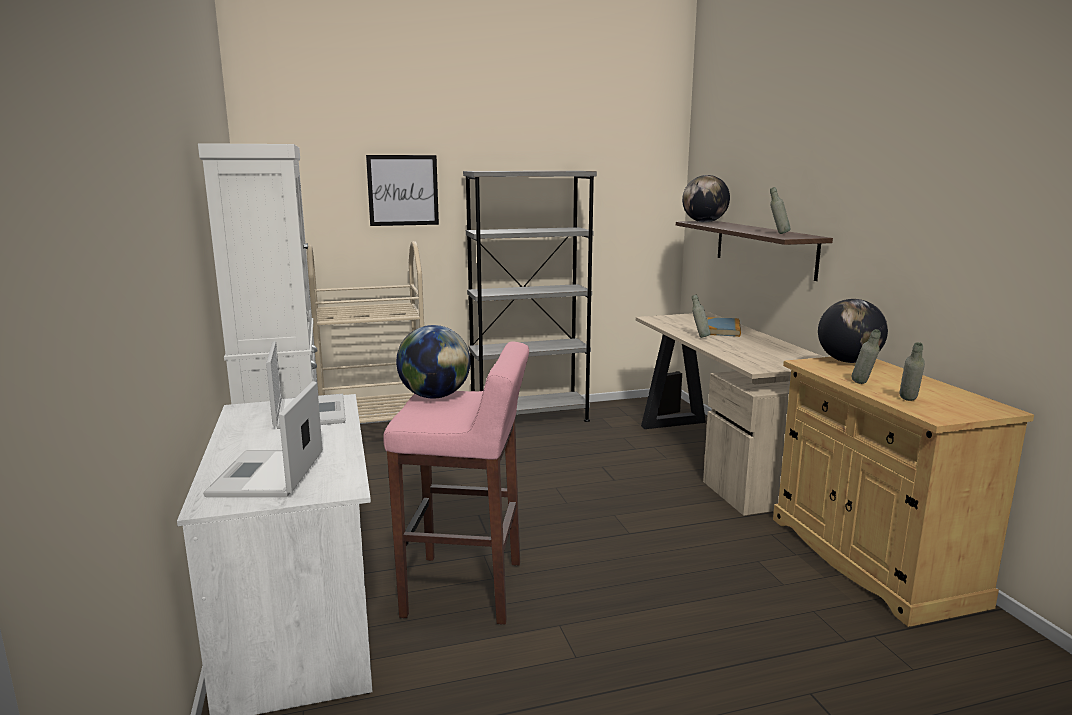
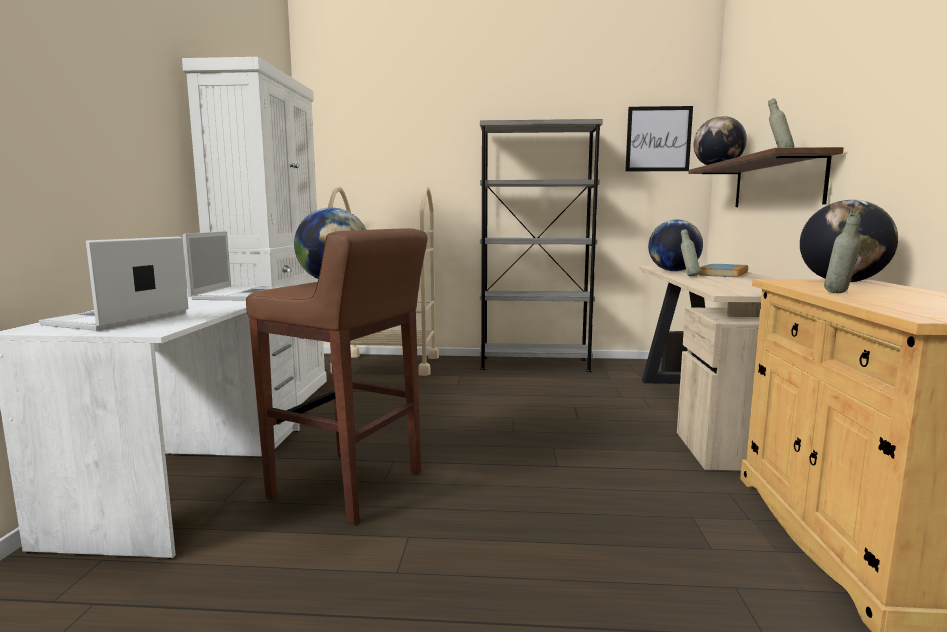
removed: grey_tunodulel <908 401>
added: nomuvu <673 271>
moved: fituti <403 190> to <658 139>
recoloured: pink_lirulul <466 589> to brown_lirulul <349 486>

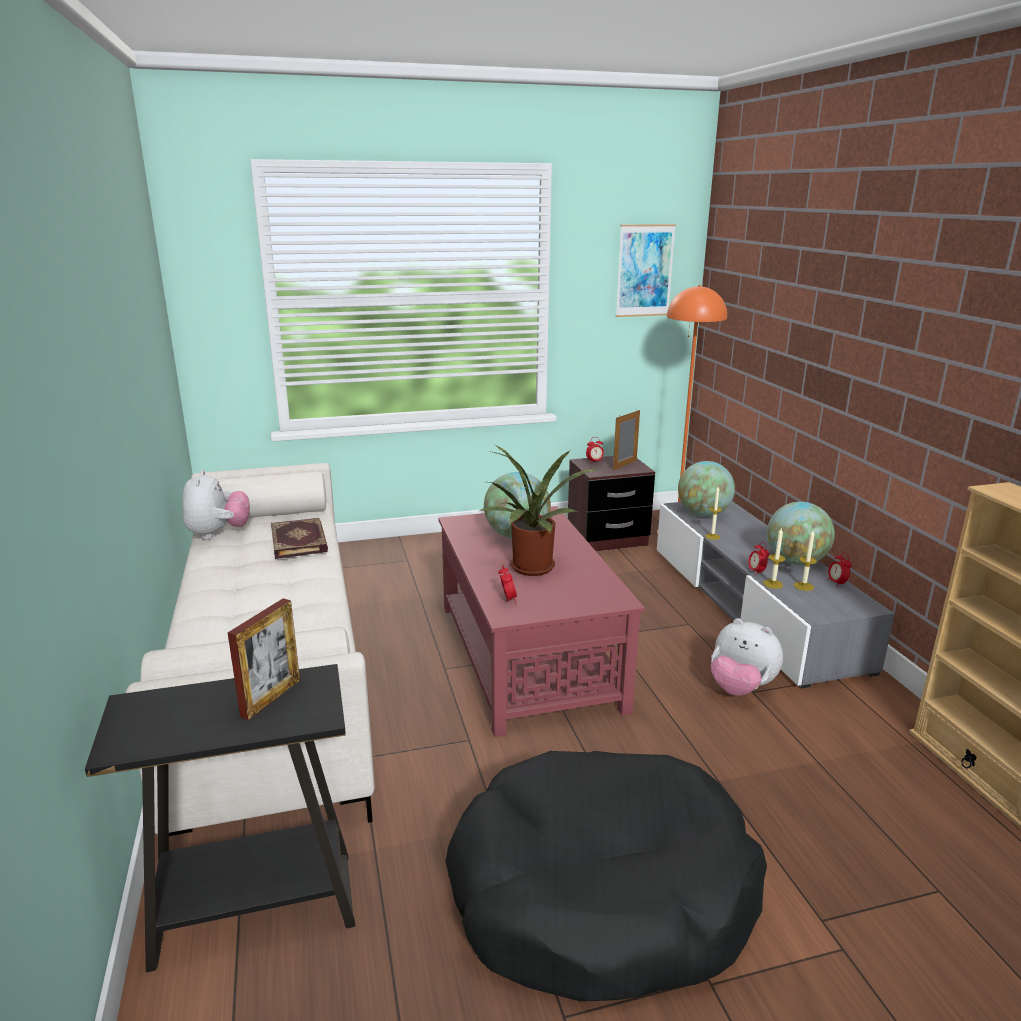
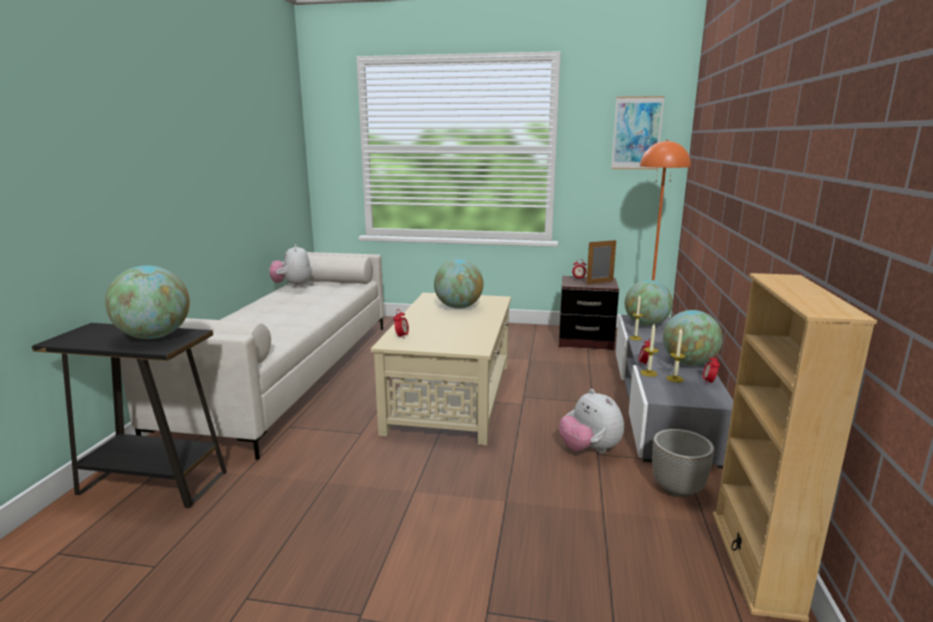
removed: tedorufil <300 541>; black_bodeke <600 894>; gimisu <531 570>
added: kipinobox <678 489>
replaced: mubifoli <271 698> to nomuvu <154 336>
recoloured: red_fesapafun <528 654> to beige_fesapafun <452 396>
turned: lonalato <218 534> = <293 286> 150 degrees clockwise

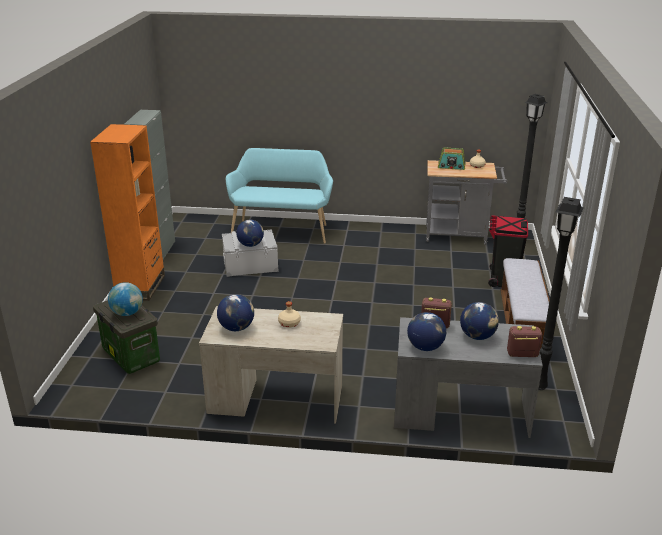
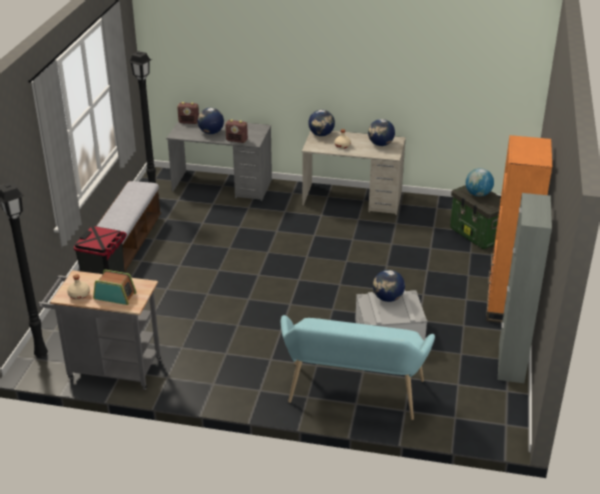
moved: nomuvu <425 347> to <321 134>

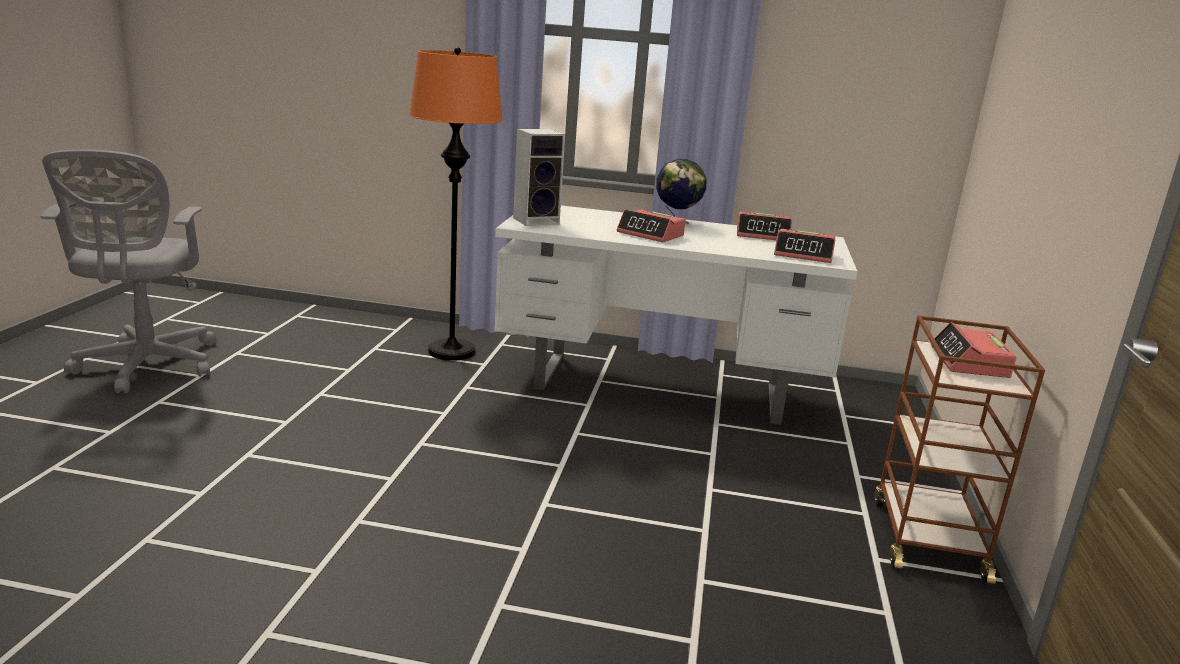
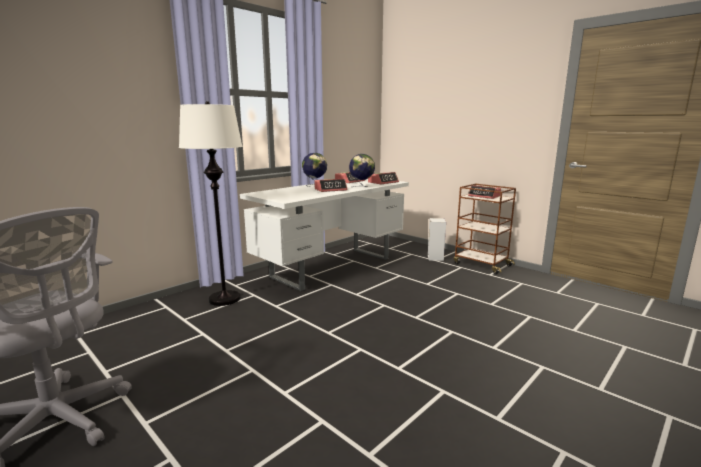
added: nomuvu <361 187>
moved: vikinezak <537 221> to <435 257>
recoloured: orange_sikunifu <451 351> to white_sikunifu <224 299>

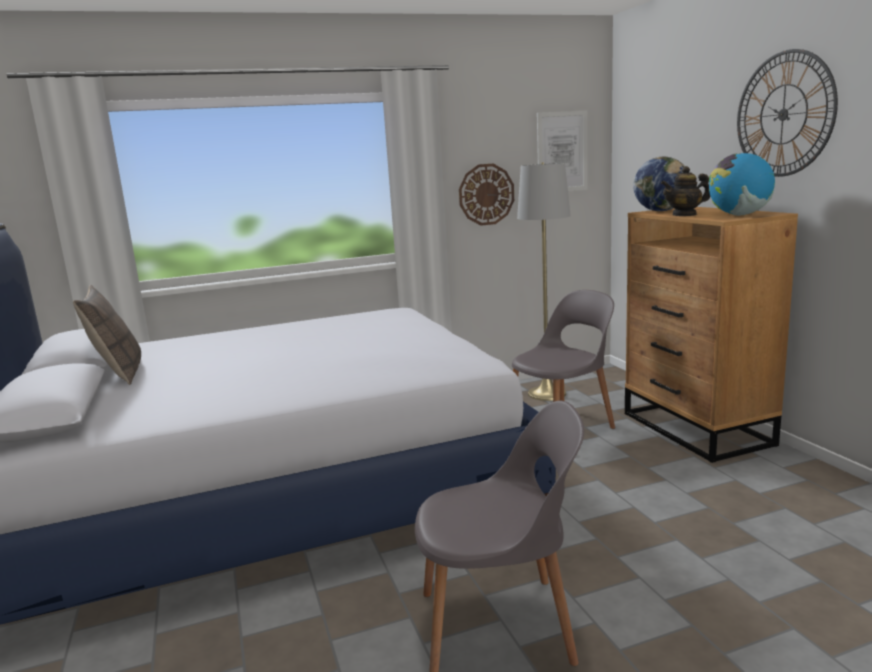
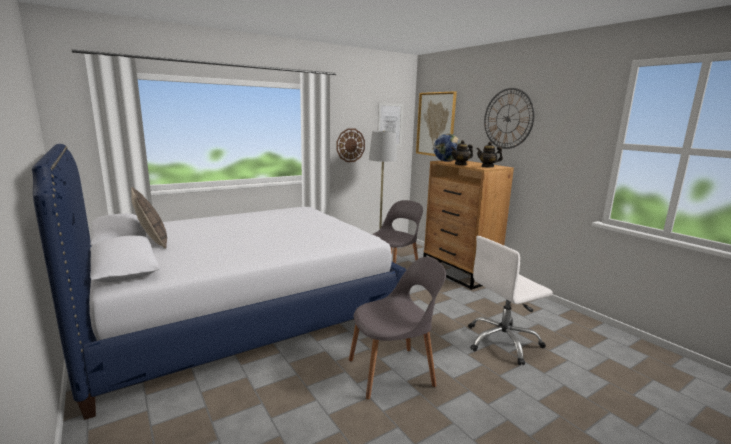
added: fituti <436 124>; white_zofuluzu <503 342>
replaced: nomuvu <739 215> to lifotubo <487 166>

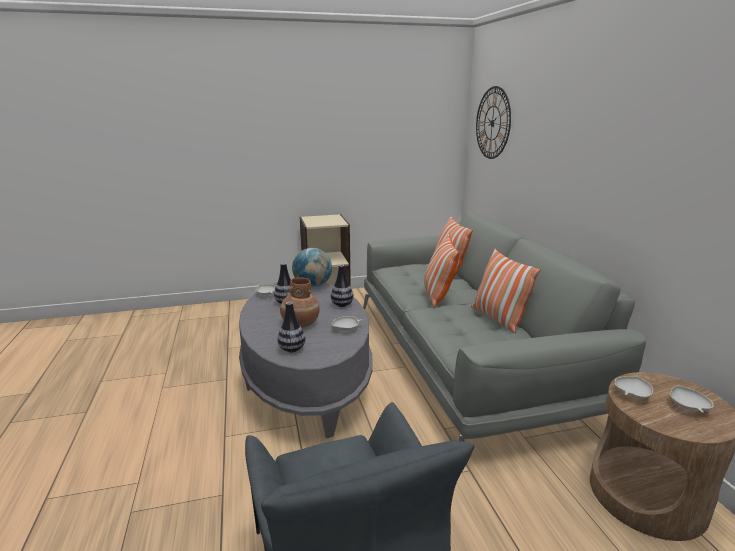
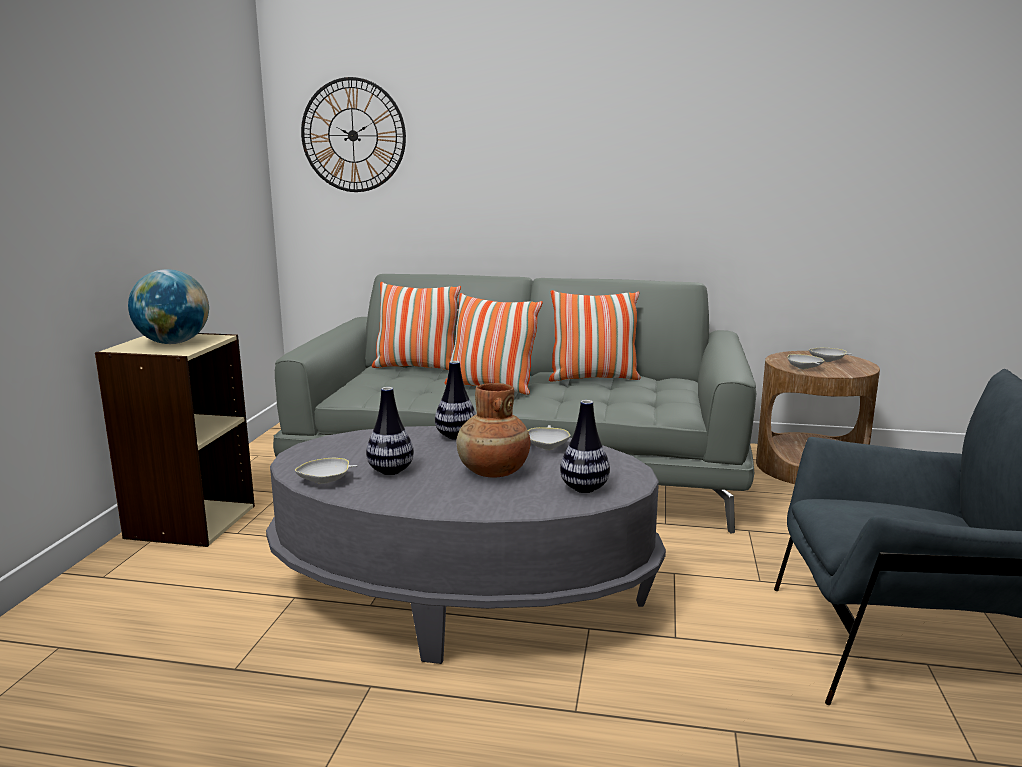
moved: nomuvu <313 286> to <173 343>

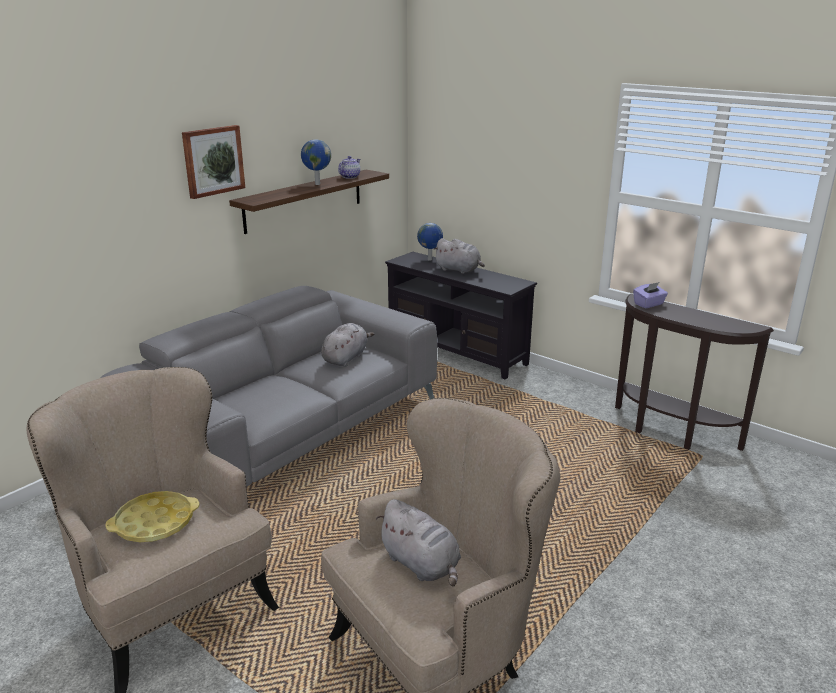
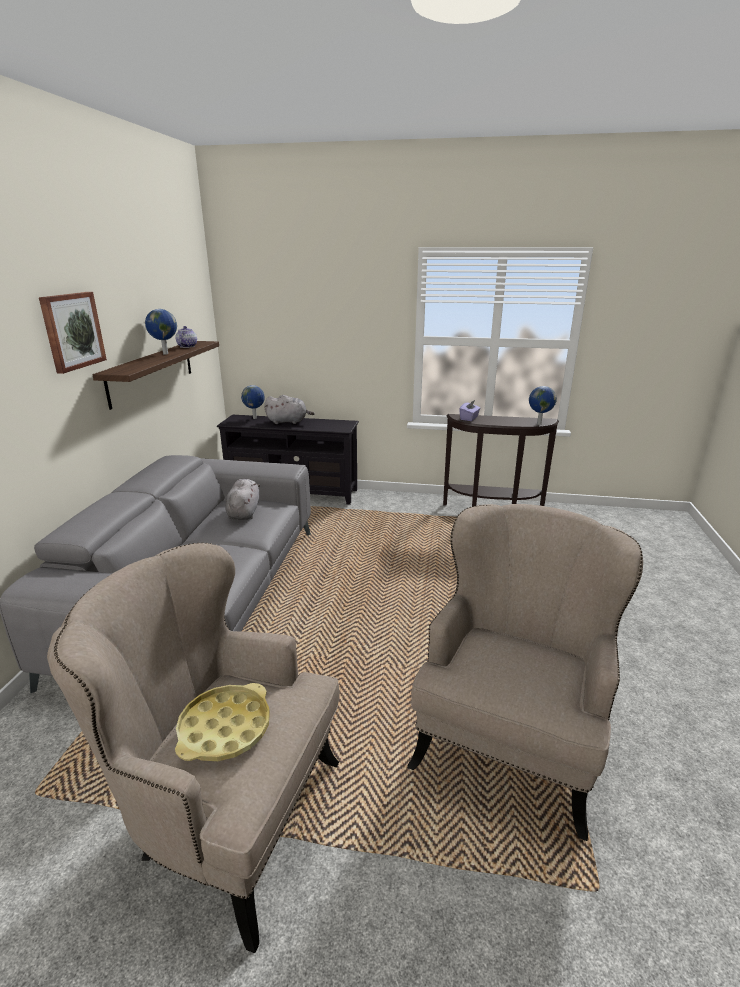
removed: grey_lonalato <422 565>
added: nomuvu <538 424>

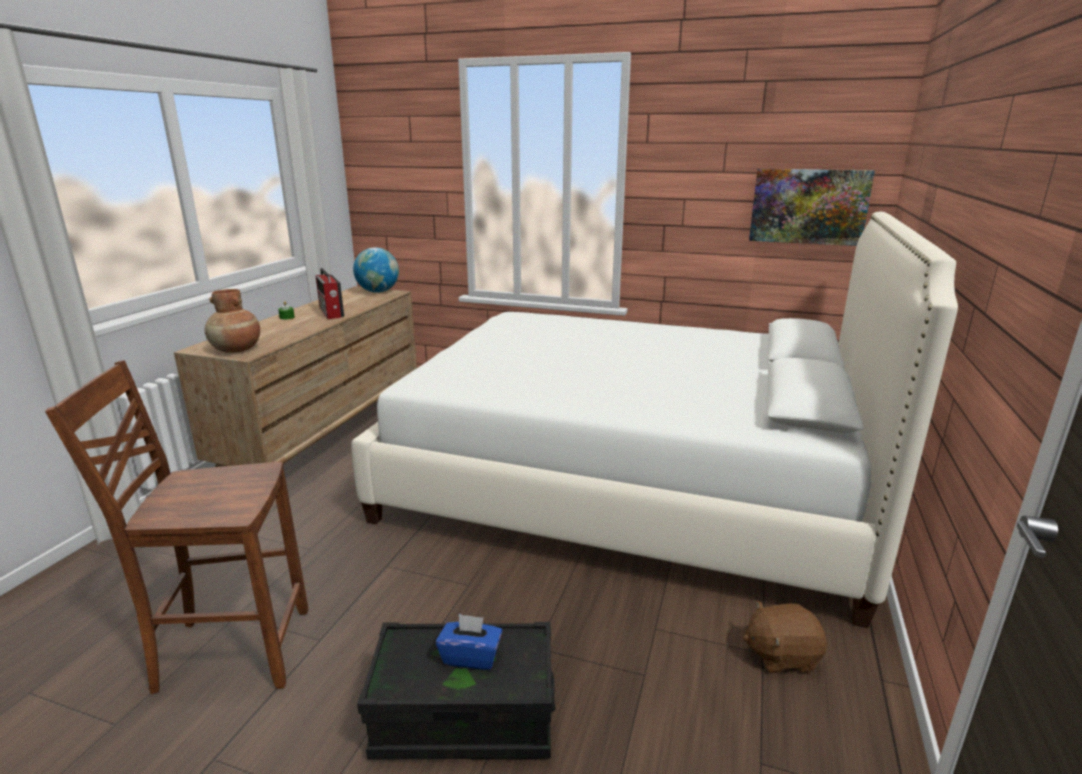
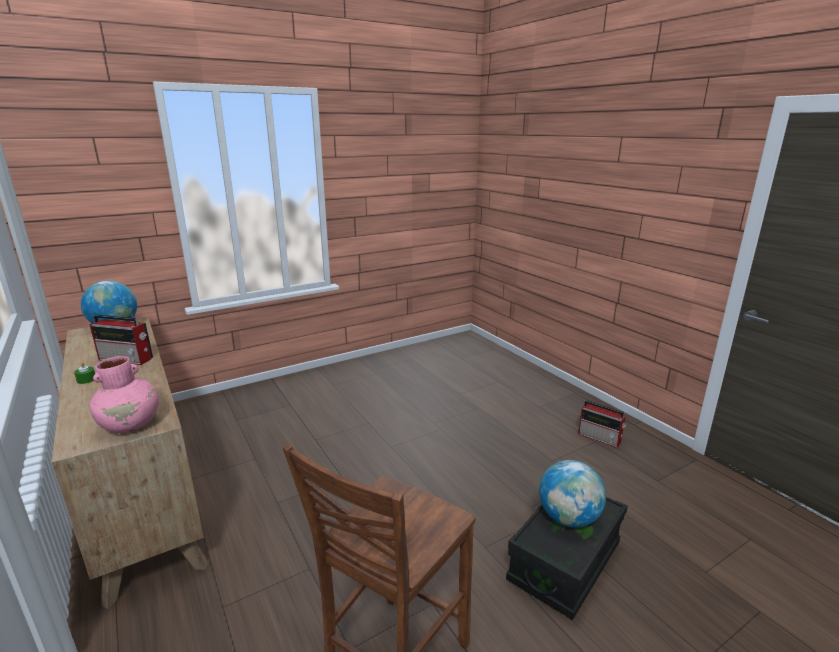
removed: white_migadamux <627 483>; fituti <808 206>
replaced: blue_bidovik <471 656> to nomuvu <568 518>; brown_lonalato <781 655> to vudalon <600 438>
recoloured: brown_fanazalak <236 349> to pink_fanazalak <131 425>

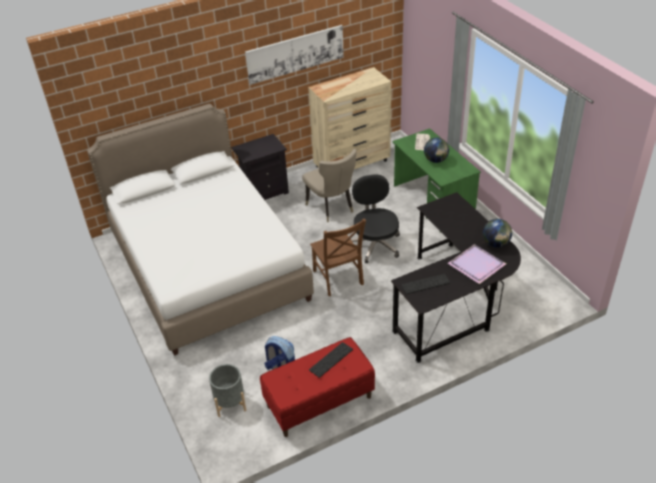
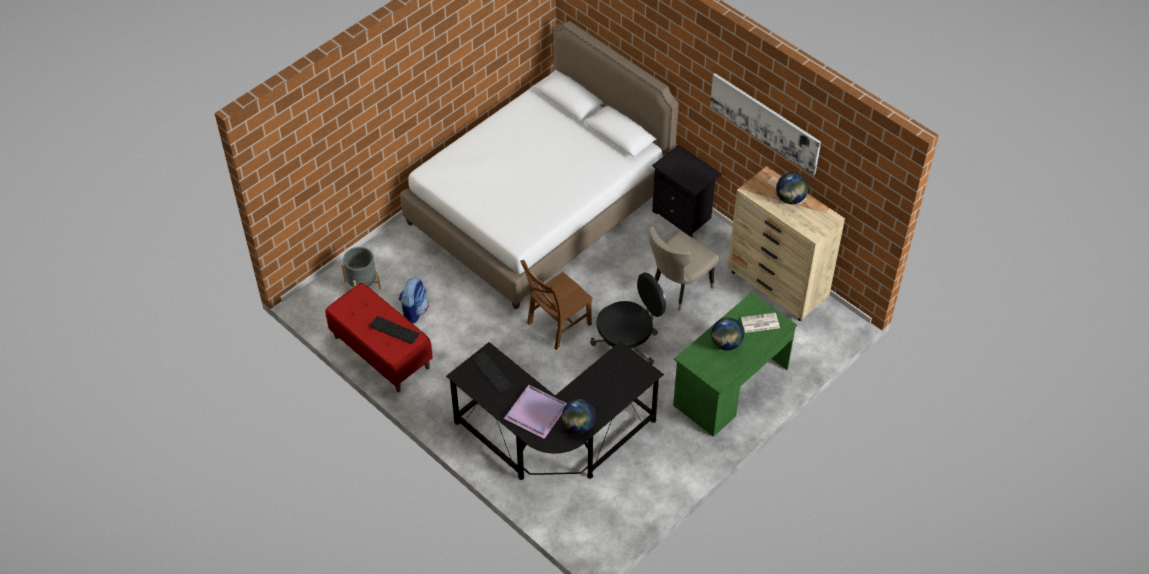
added: nomuvu <790 199>

